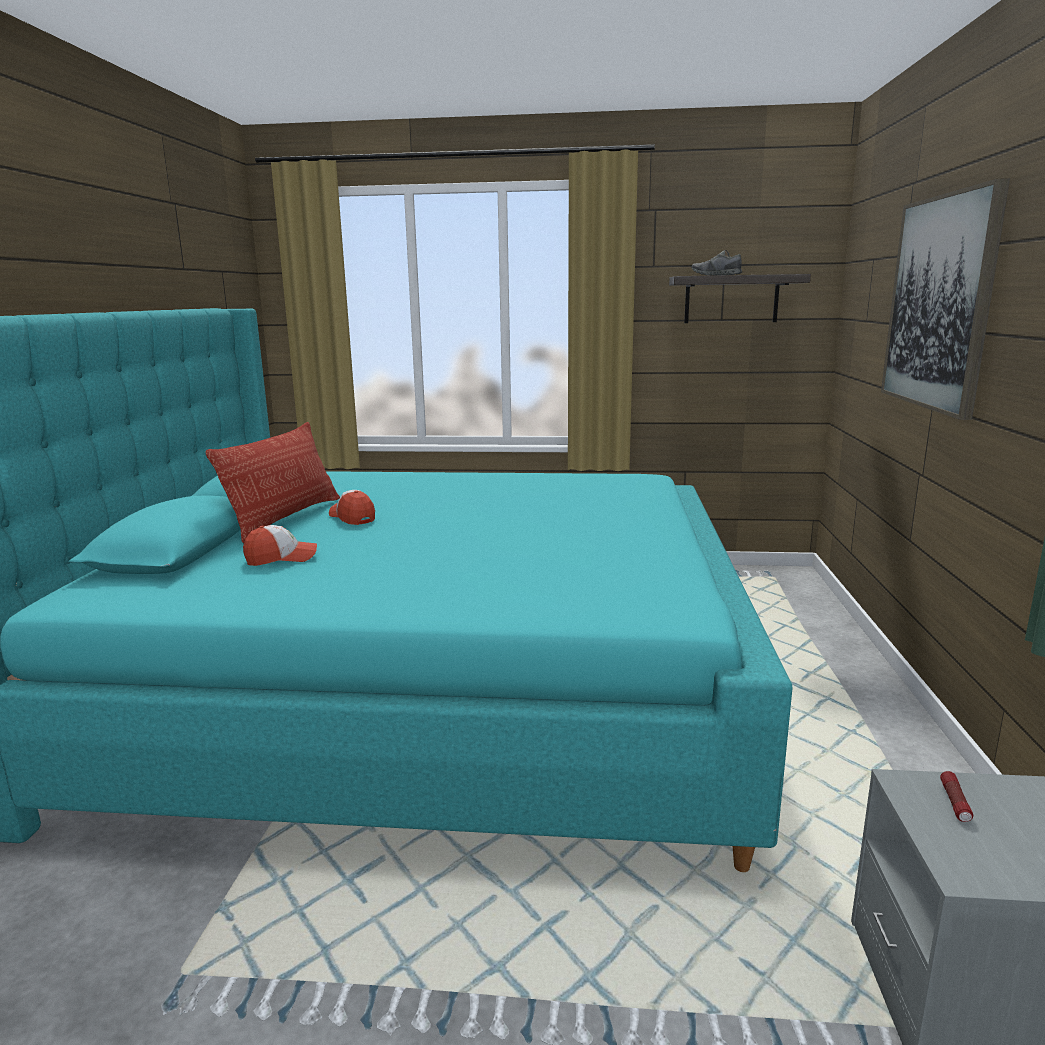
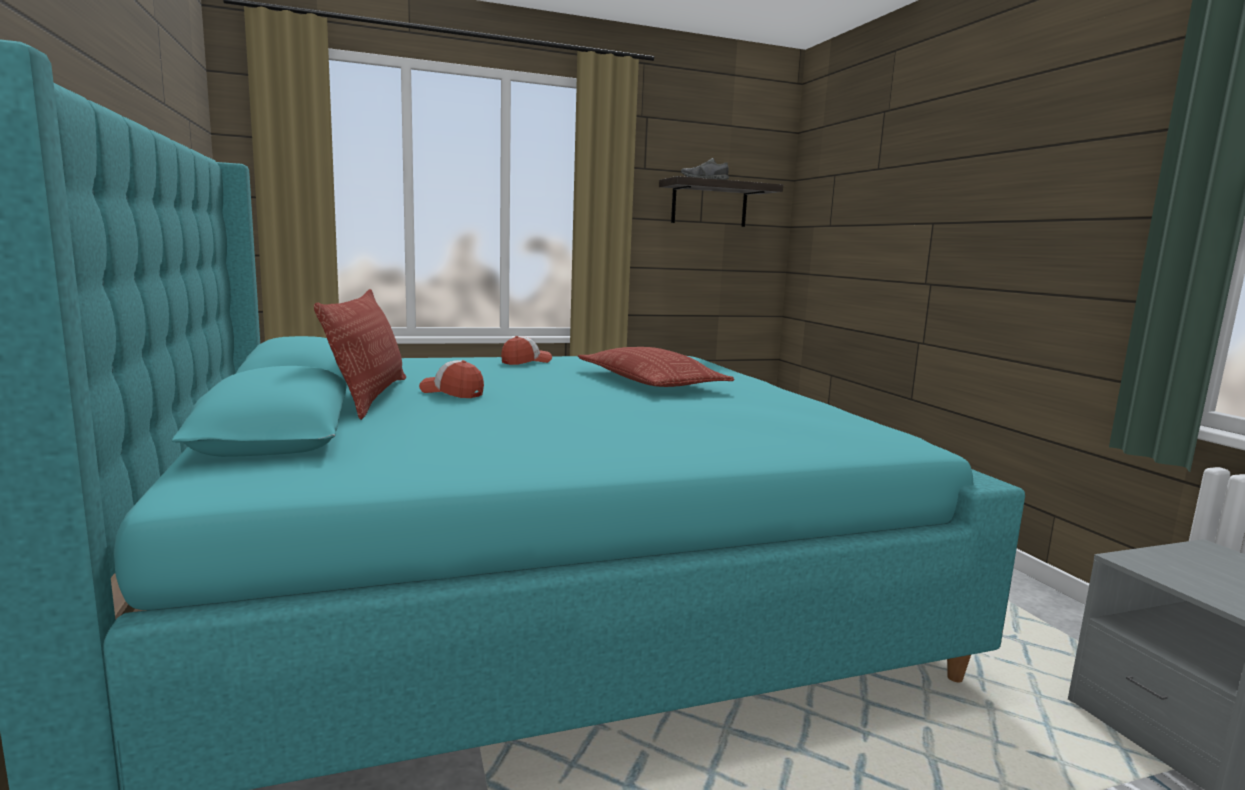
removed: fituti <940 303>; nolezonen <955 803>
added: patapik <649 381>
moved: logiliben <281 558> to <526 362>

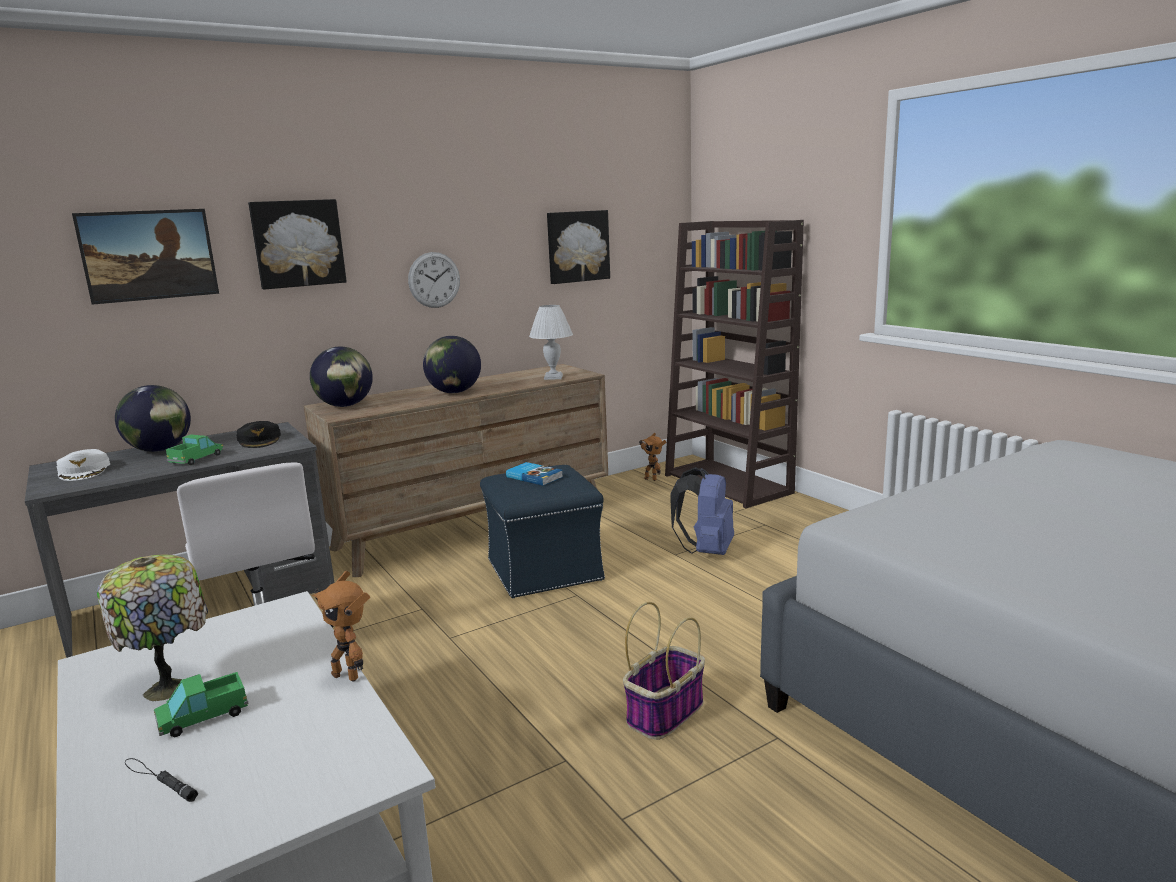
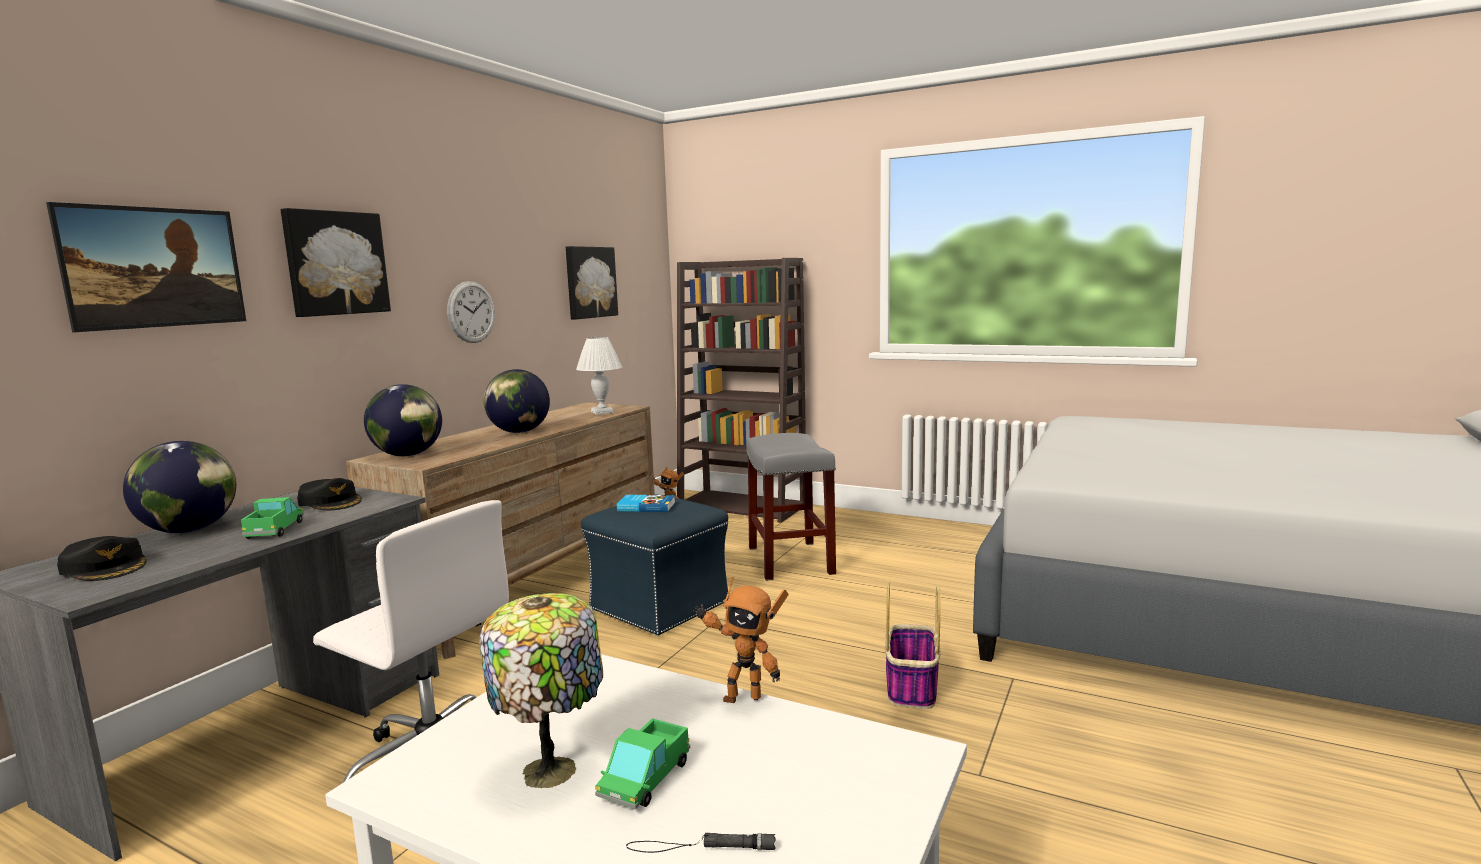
replaced: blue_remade <706 551> to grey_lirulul <789 560>
recoloured: white_logiliben <84 471> to black_logiliben <105 567>

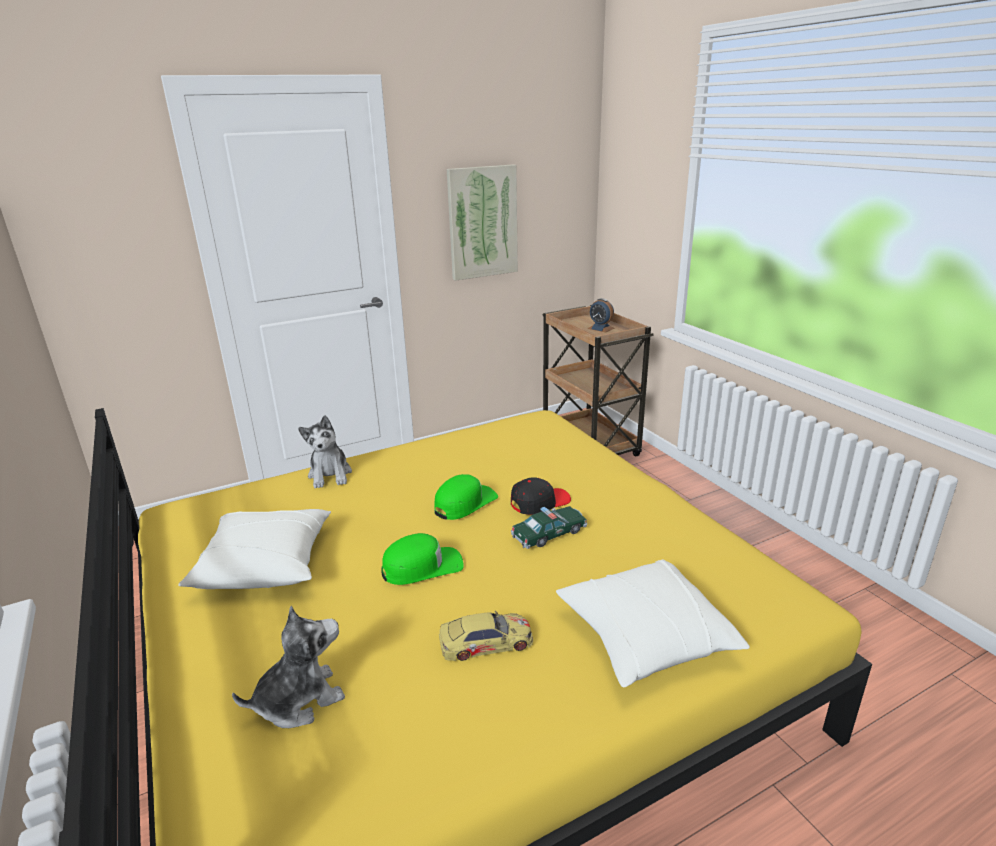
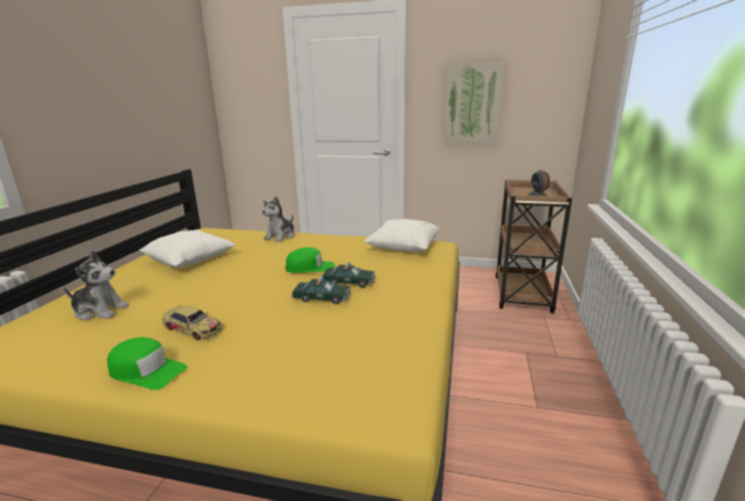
moved: green_logiliben <422 567> to <146 371>; white_patapik <645 637> to <403 246>
replaced: black_logiliben <539 502> to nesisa <348 282>

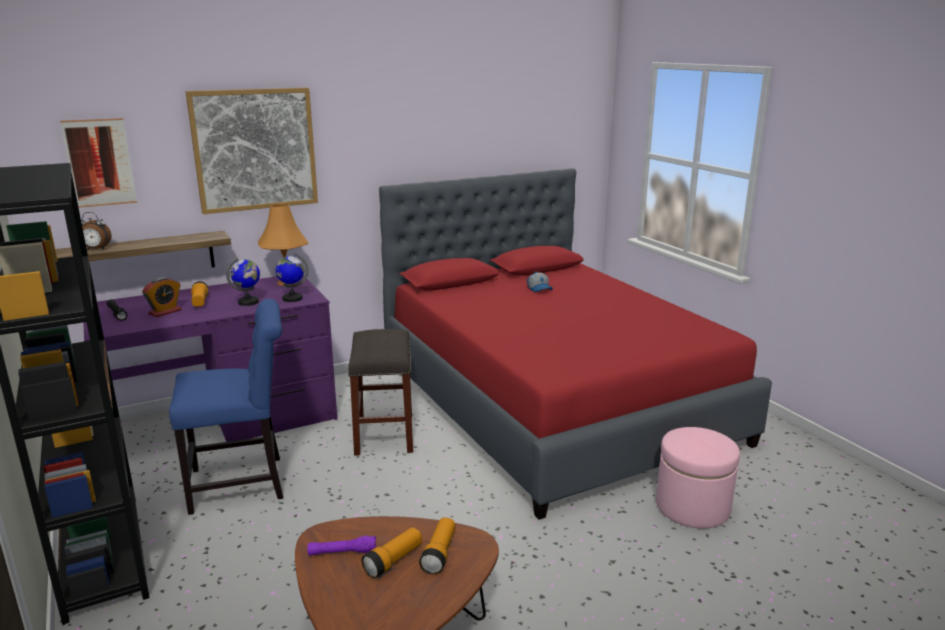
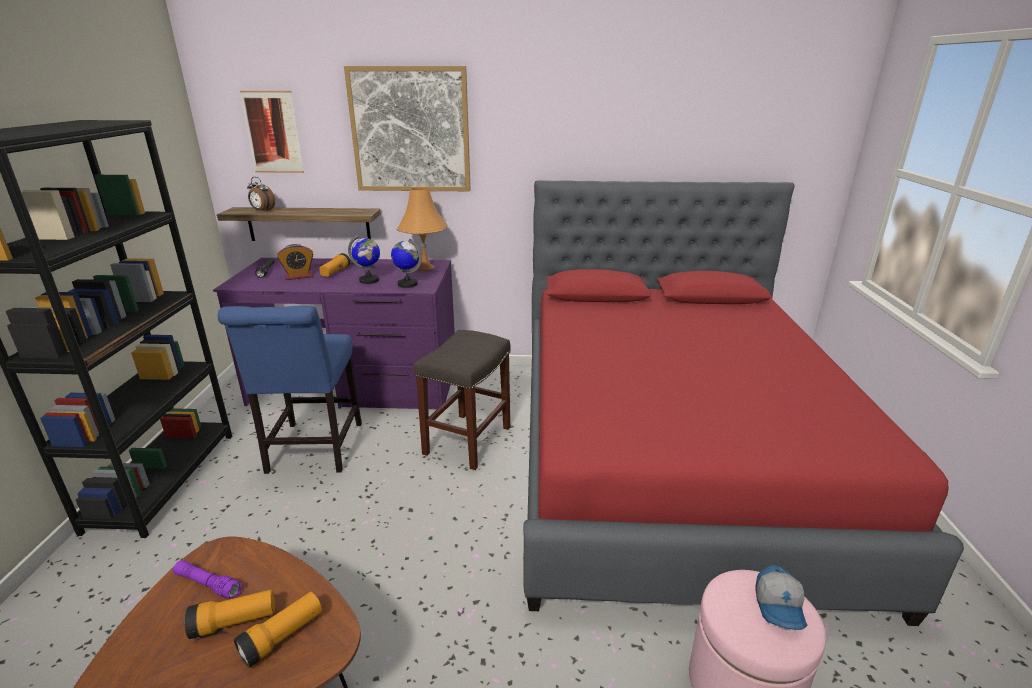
moved: logiliben <540 289> to <780 606>
turned: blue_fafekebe <243 484> = <313 451> 75 degrees clockwise

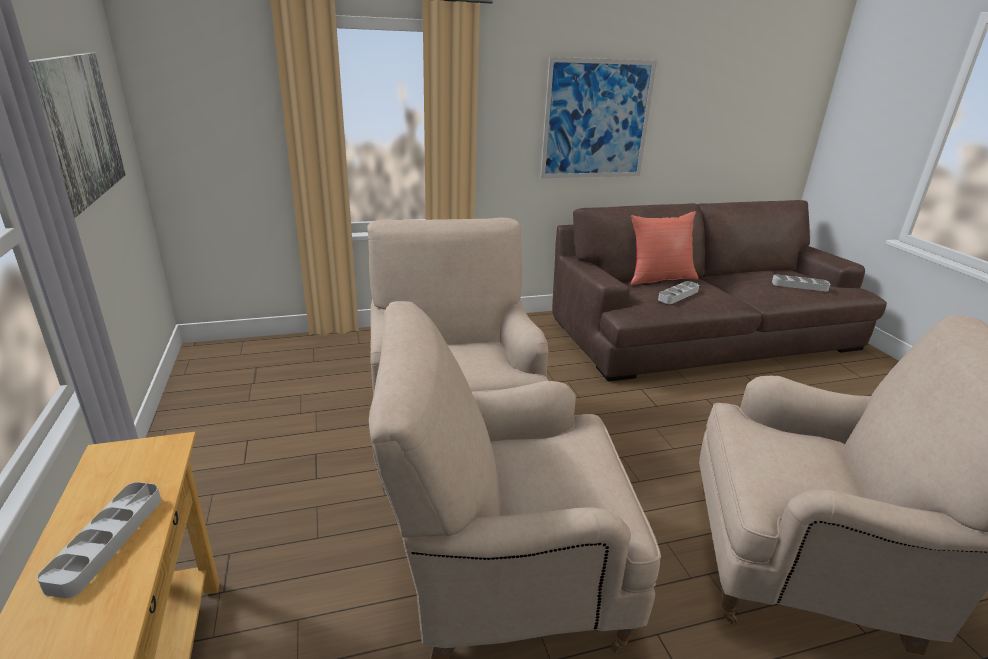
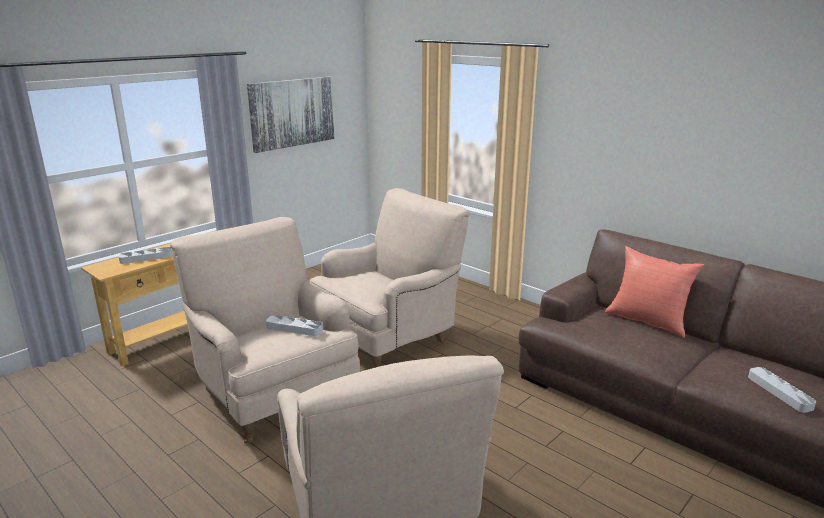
removed: fituti <597 120>
moved: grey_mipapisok <678 295> to <294 328>

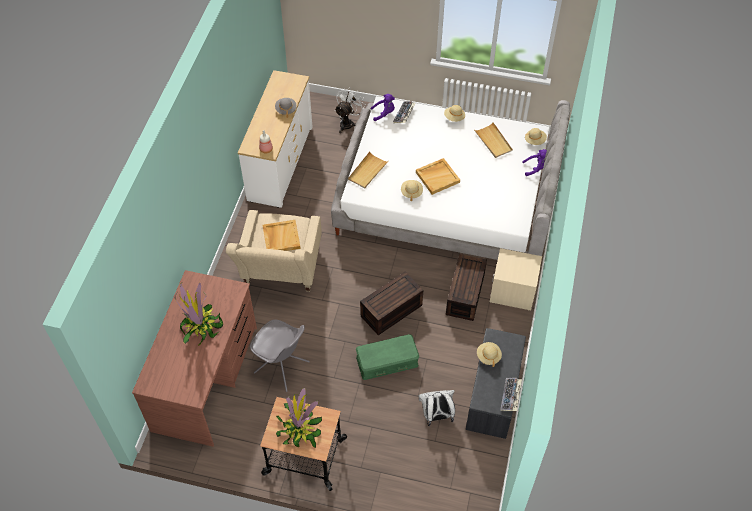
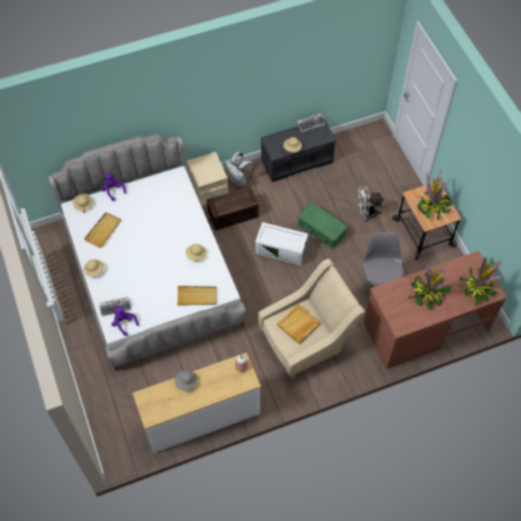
removed: beige_mipapisok <437 177>
added: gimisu <476 288>
moved: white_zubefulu <348 122> to <366 213>; white_remade <436 416> to <238 180>
recoloured: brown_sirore <391 311> to white_sirore <282 249>

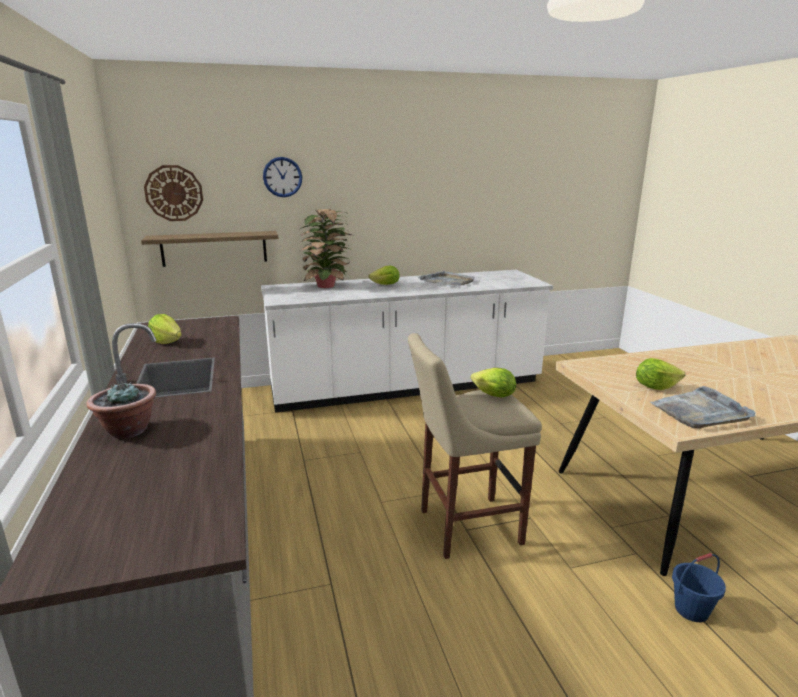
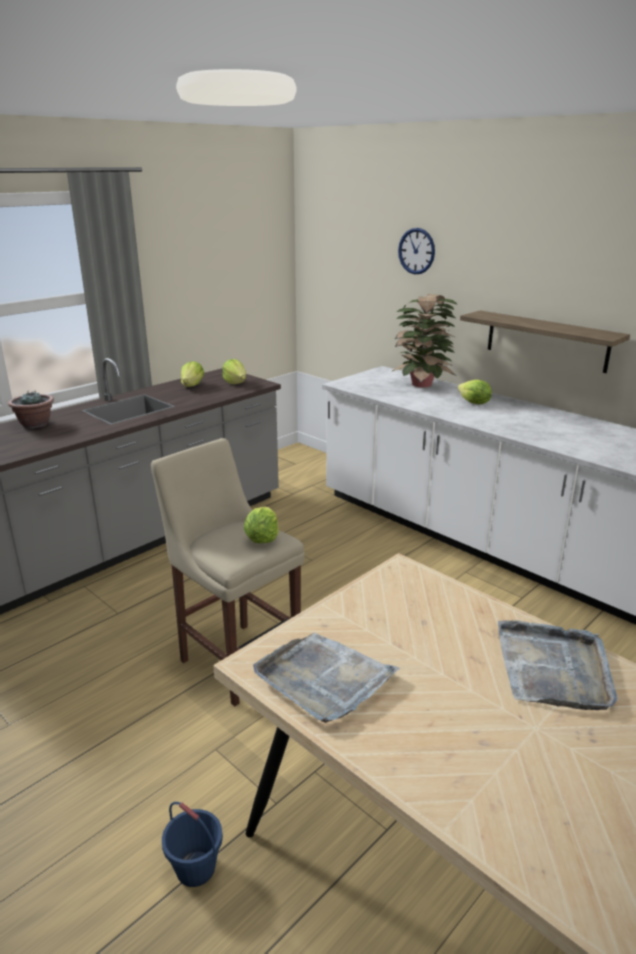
removed: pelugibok <174 193>
moved: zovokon <214 248> to <546 341>; grey_mipapisok <447 281> to <554 668>; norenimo <655 387> to <235 383>

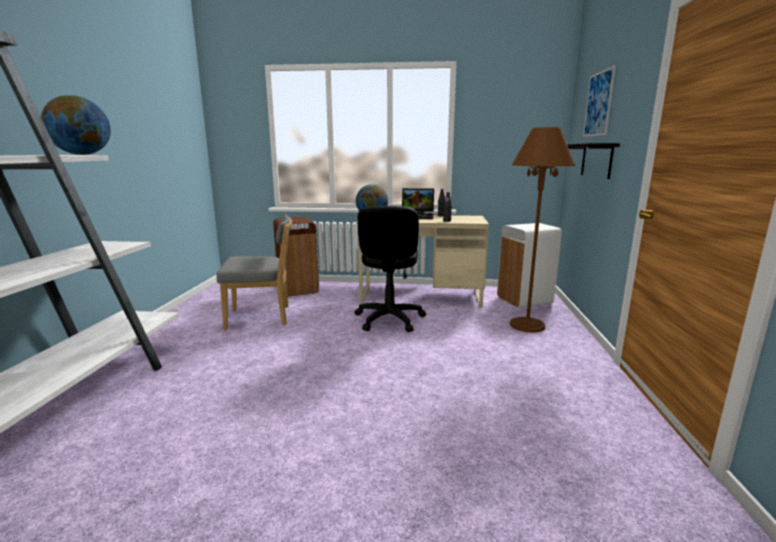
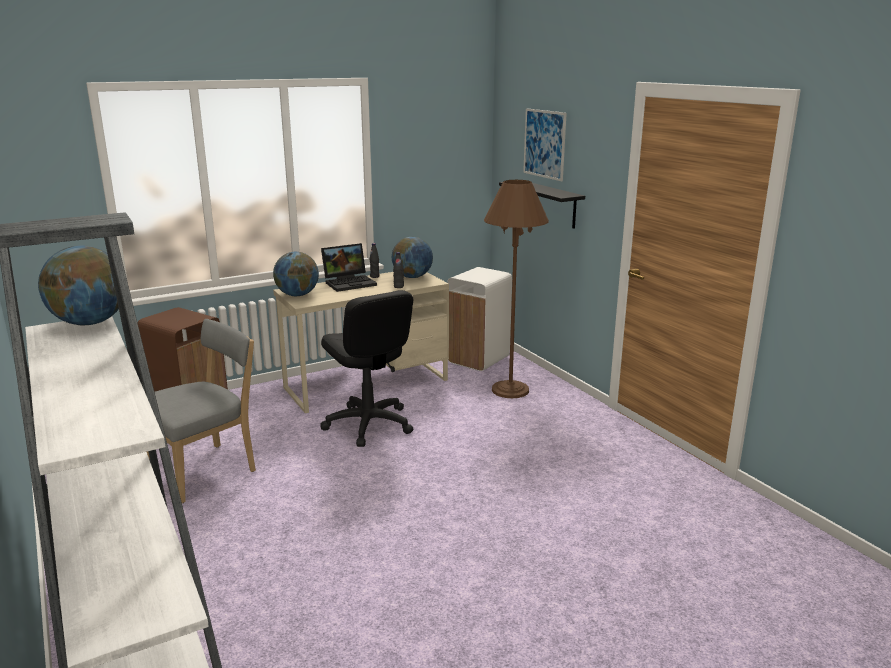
added: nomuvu <412 277>

